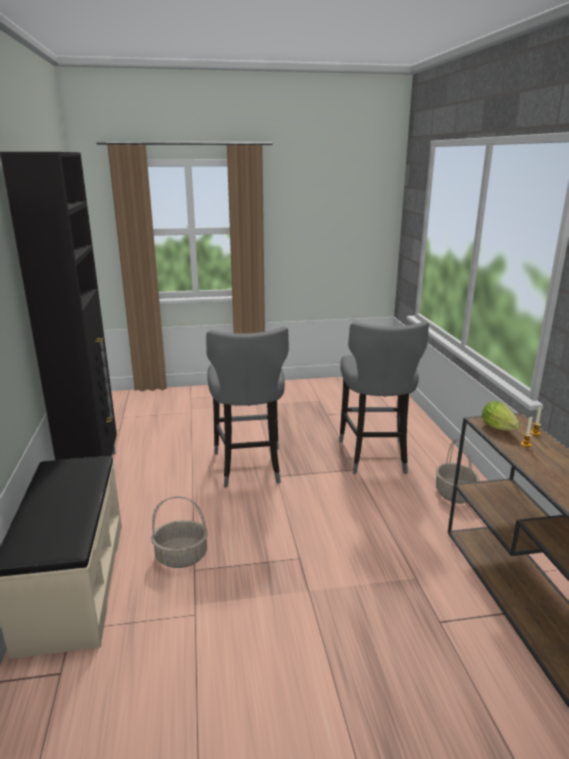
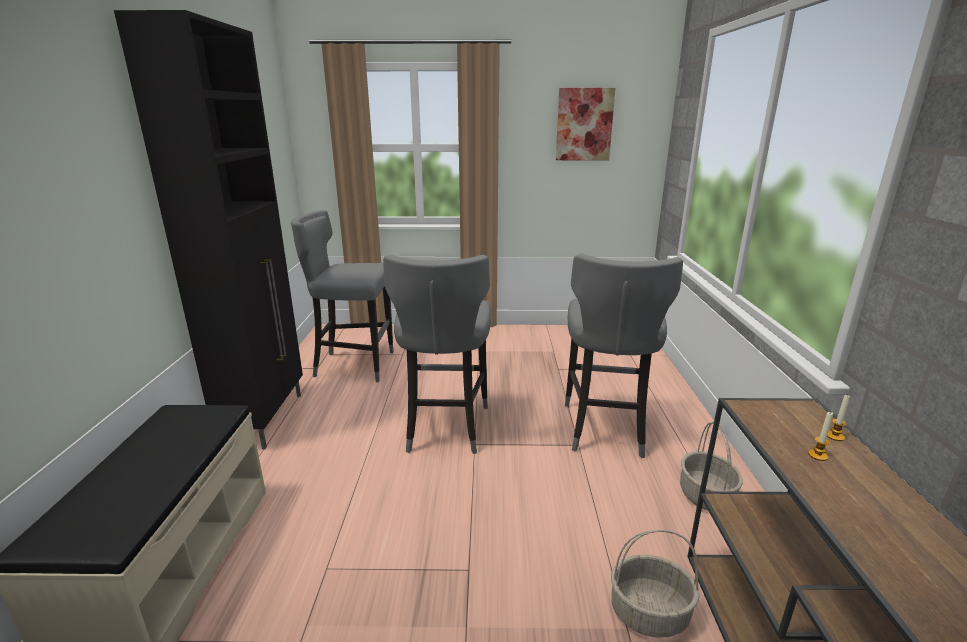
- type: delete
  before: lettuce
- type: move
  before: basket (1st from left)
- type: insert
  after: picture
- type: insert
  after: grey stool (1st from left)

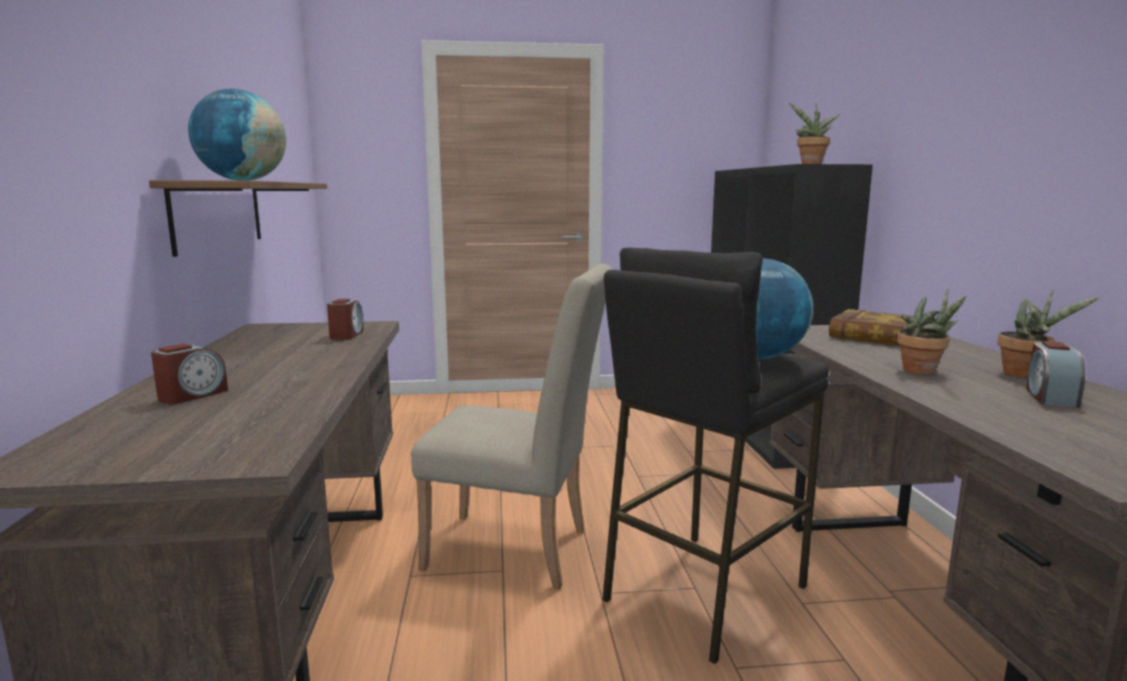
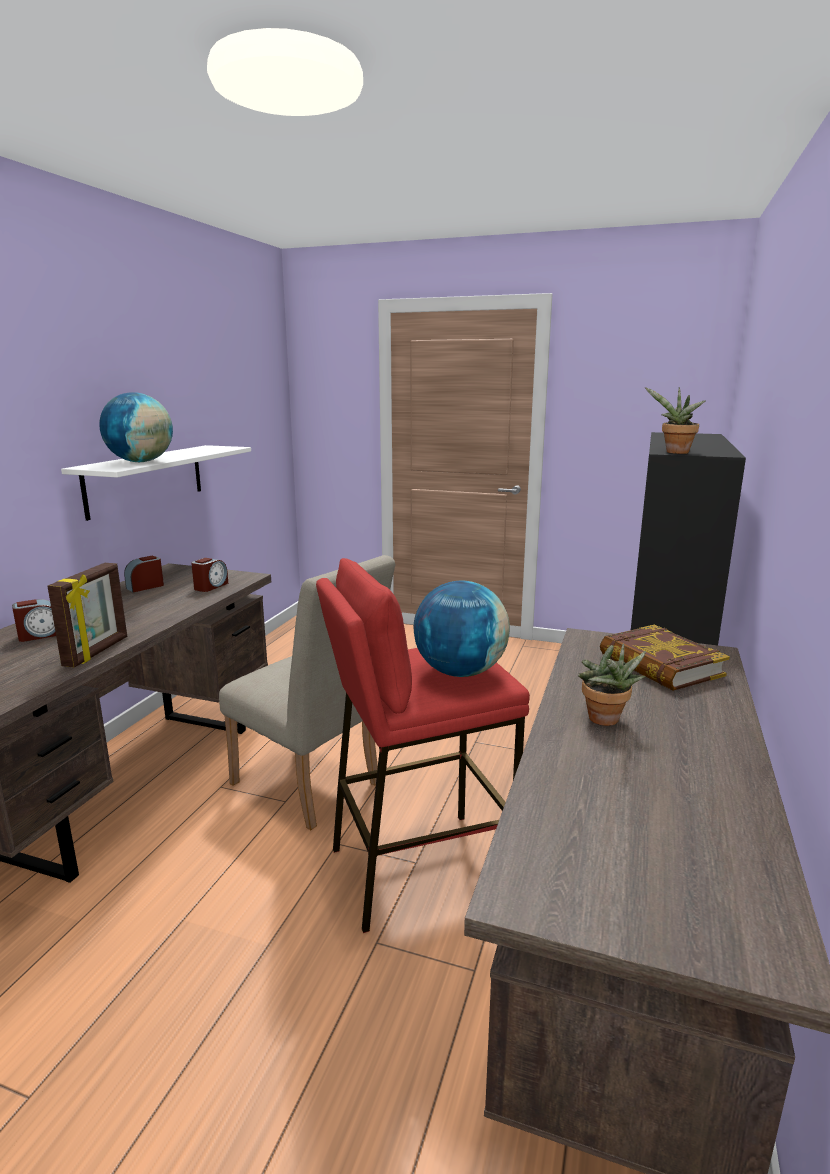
- type: recolor
  before: brown shelf
  after: white shelf
- type: recolor
  before: black stool
  after: red stool
- type: delete
  before: potted plant (3rd from left)
- type: move
  before: alarm clock (3rd from left in the first image)
  after: alarm clock (2nd from left)
- type: insert
  after: picture frame

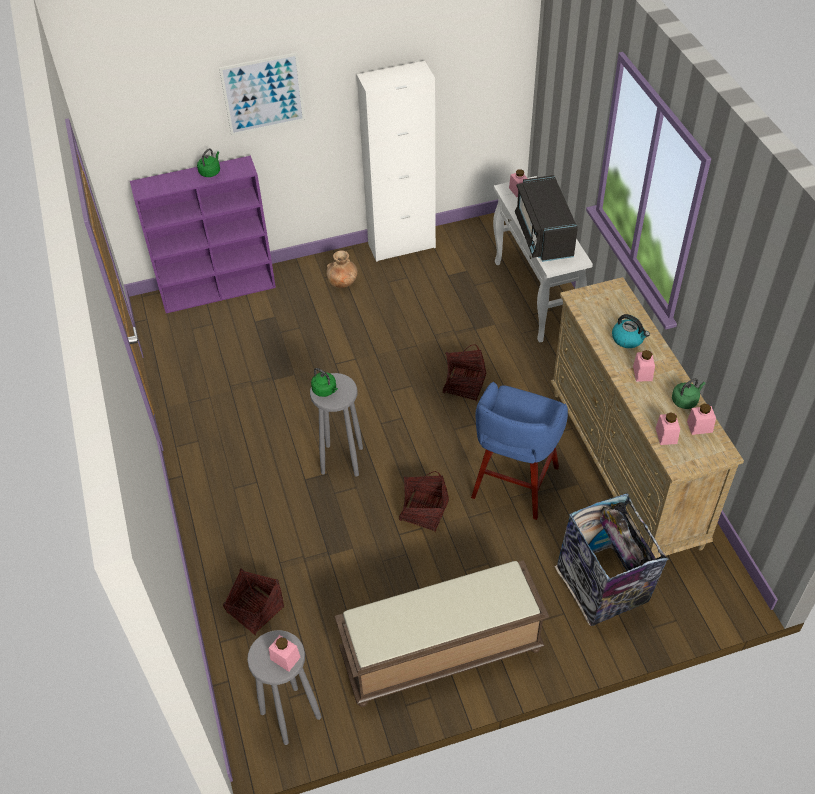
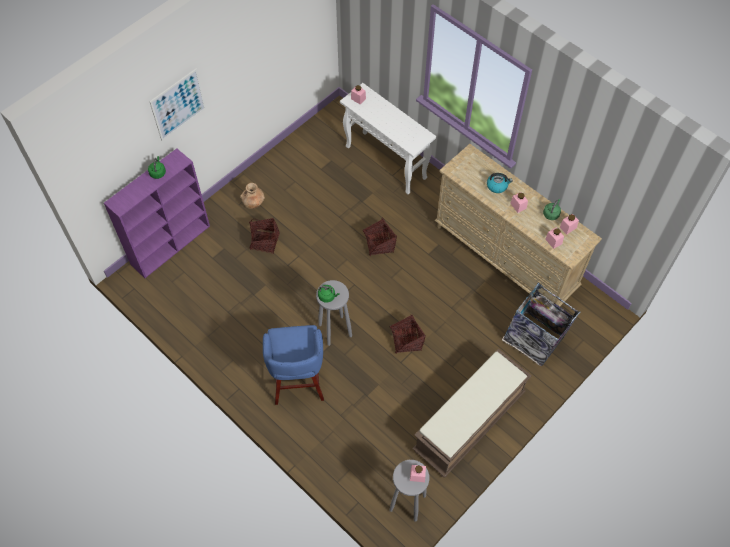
- type: delete
  before: white cabinet
- type: delete
  before: black microwave
- type: move
  before: blue stool
- type: move
  before: basket (1st from left)

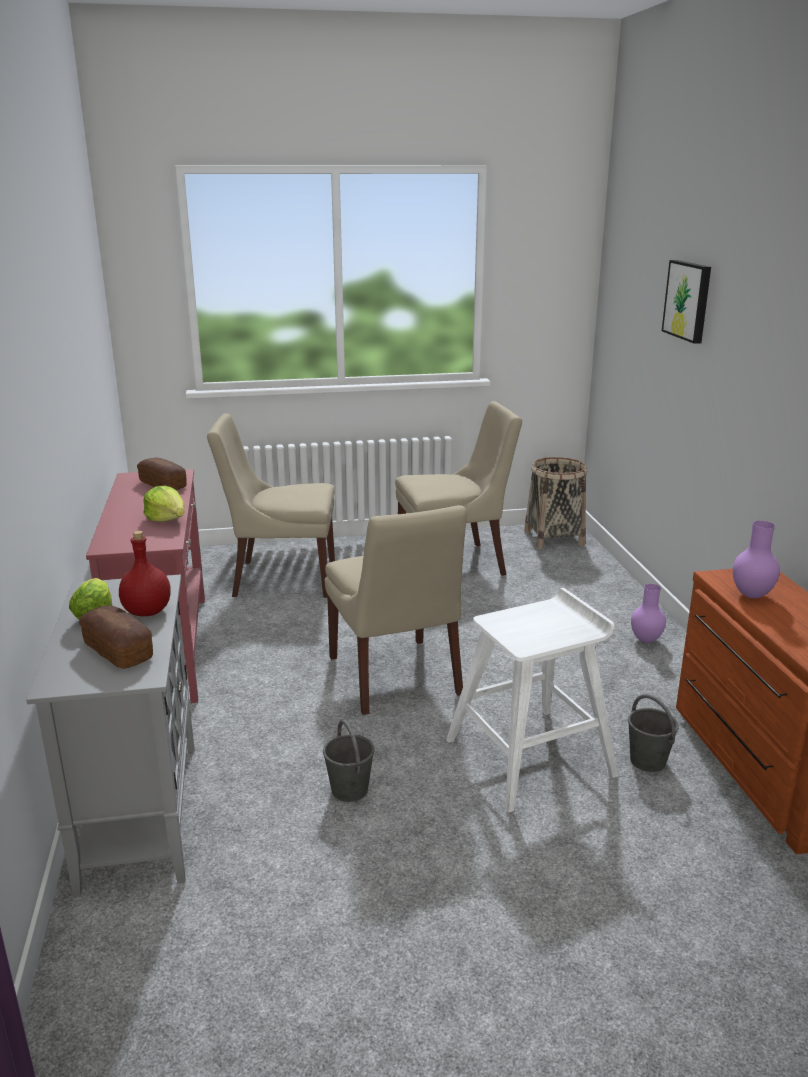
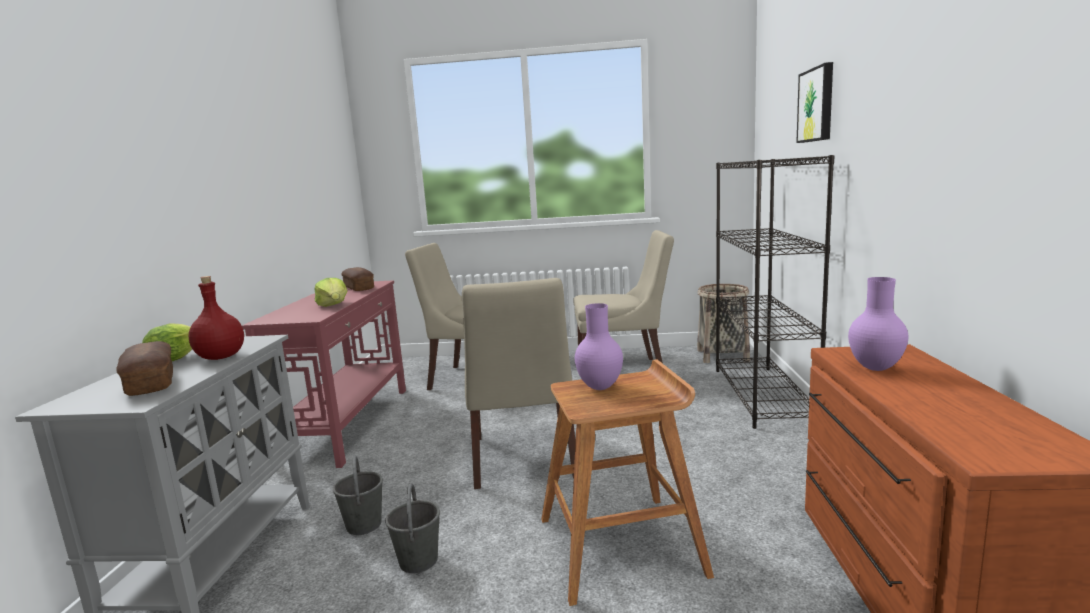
- type: move
  before: purple vase (1st from left)
- type: recolor
  before: white stool
  after: brown stool
- type: move
  before: grey bucket (2nd from left in the first image)
  after: grey bucket (1st from left)
- type: insert
  after: black bookcase

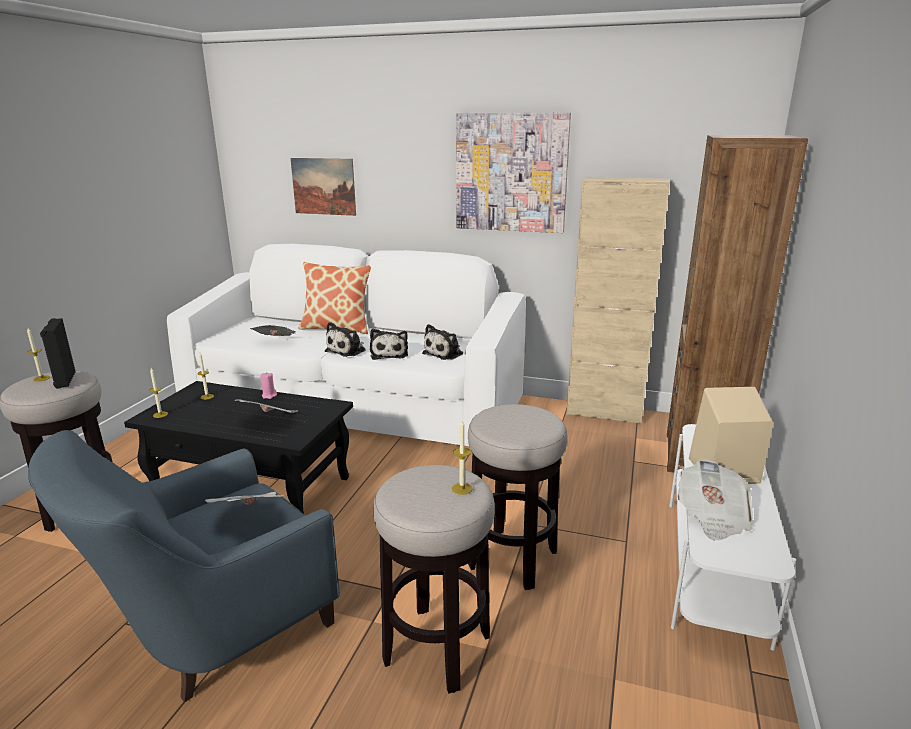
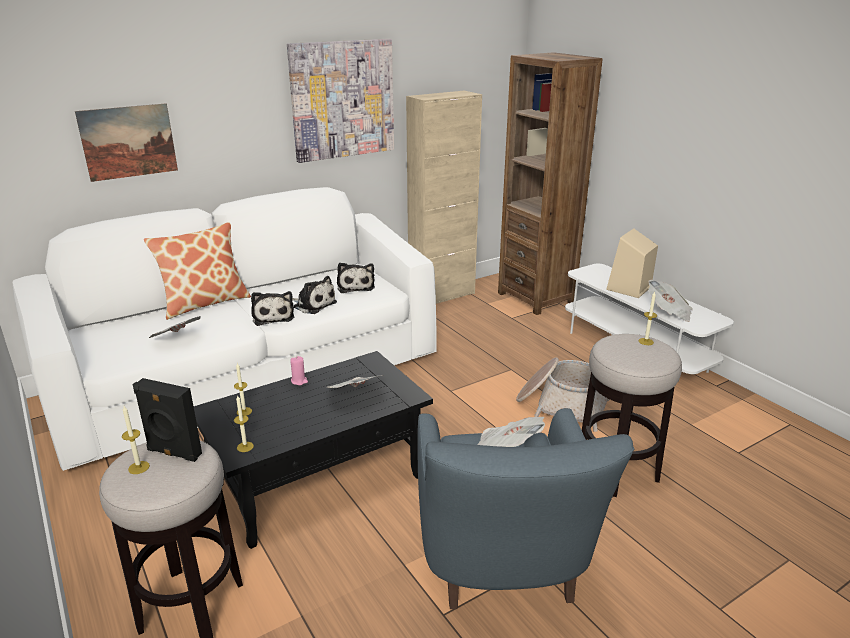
- type: replace
  before: stool (3rd from left)
  after: basket

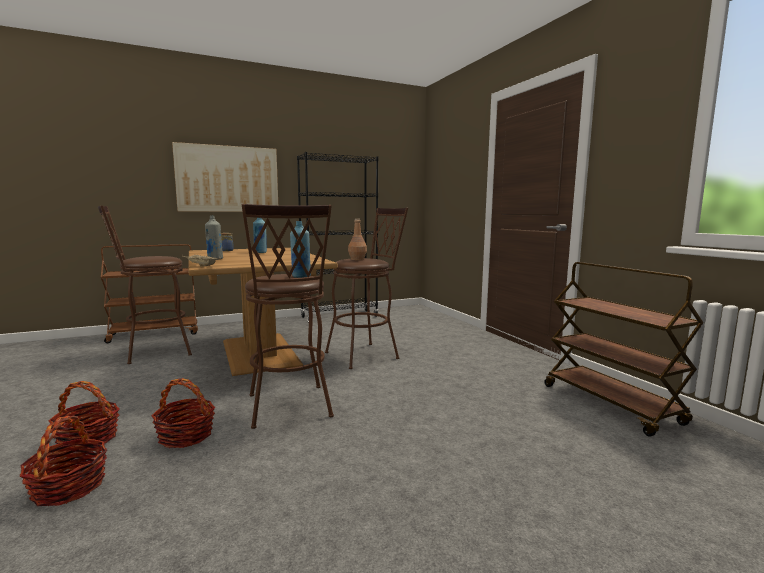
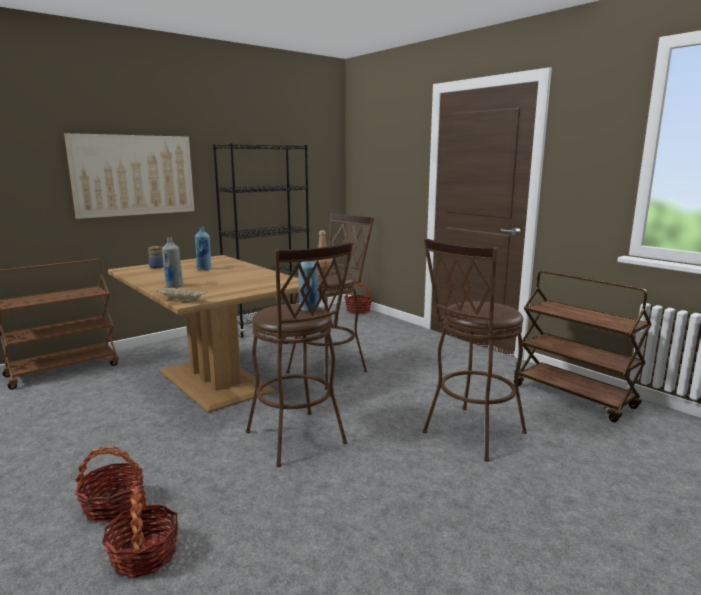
- type: move
  before: brown stool (1st from left in the first image)
  after: brown stool (3rd from left)
- type: move
  before: basket (3rd from left)

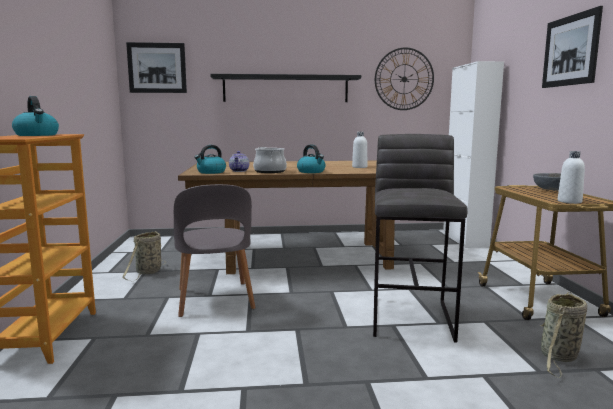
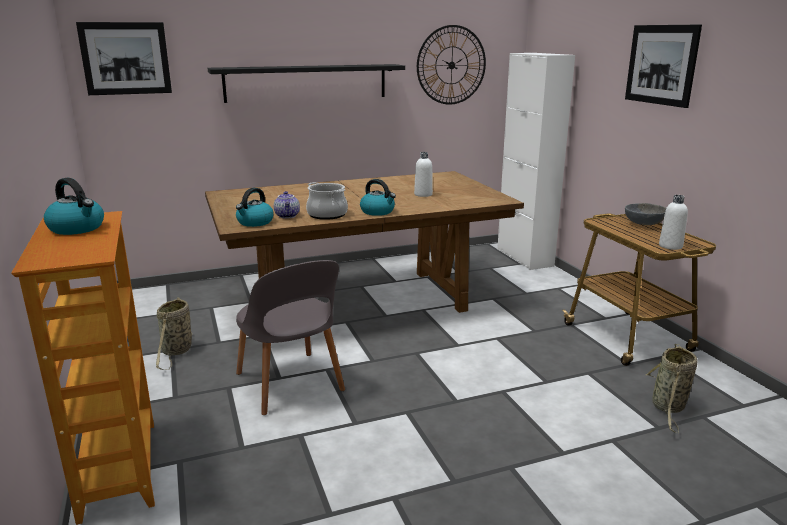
- type: delete
  before: grey stool

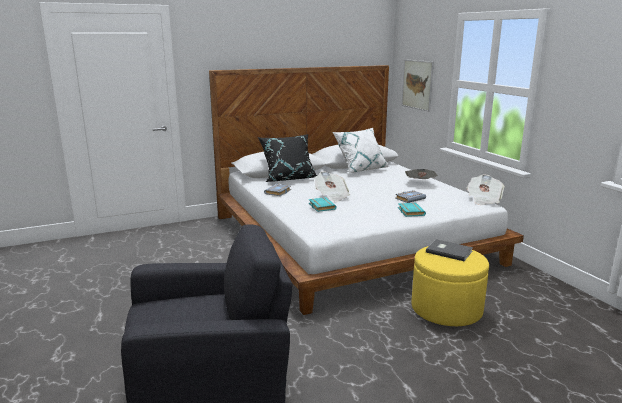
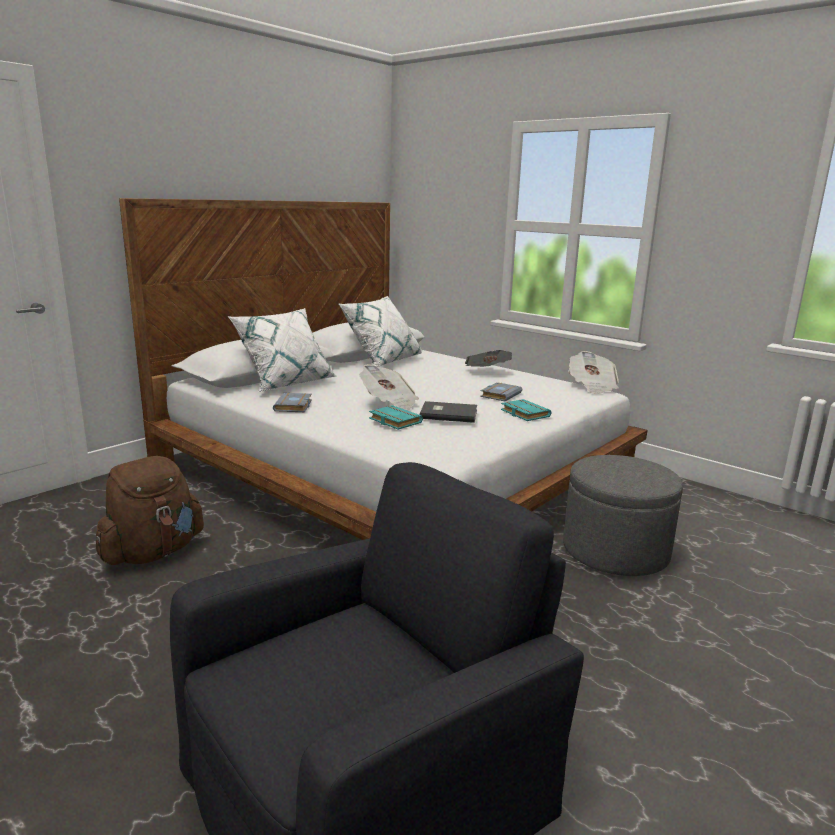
- type: delete
  before: picture
- type: recolor
  before: black pillow
  after: white pillow (1st from left)
- type: move
  before: grey book (3rd from left in the first image)
  after: grey book (2nd from left)
- type: recolor
  before: yellow ottoman
  after: grey ottoman
- type: insert
  after: brown backpack

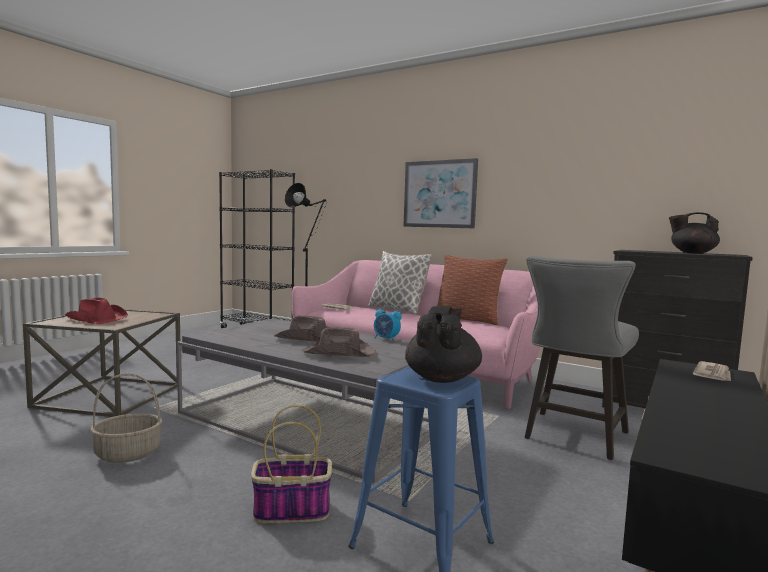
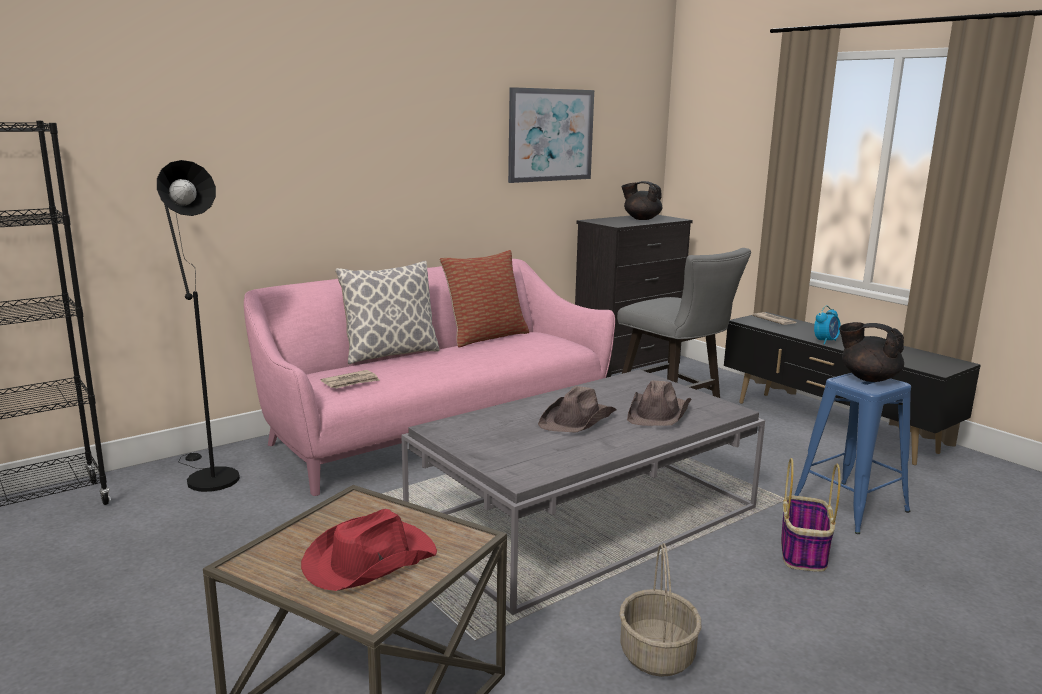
- type: move
  before: picture
- type: rotate
  before: black teapot (2nd from left in the first image)
  turn: 75
- type: move
  before: alarm clock

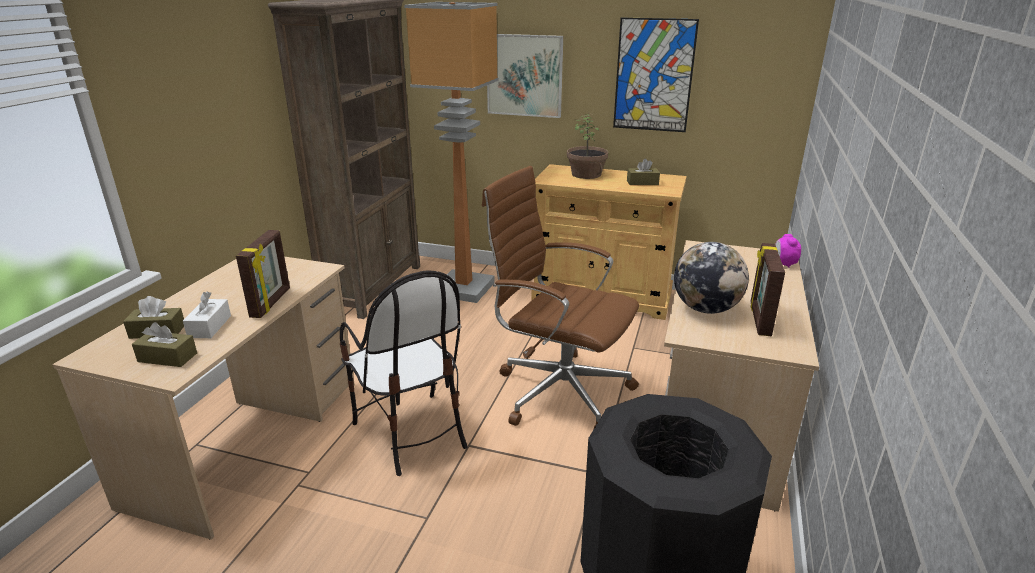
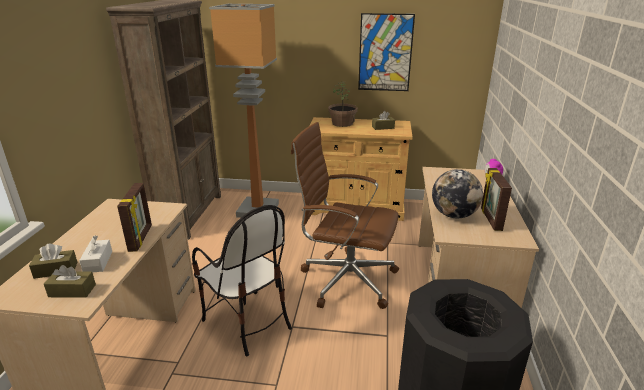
- type: delete
  before: picture (1st from left)

